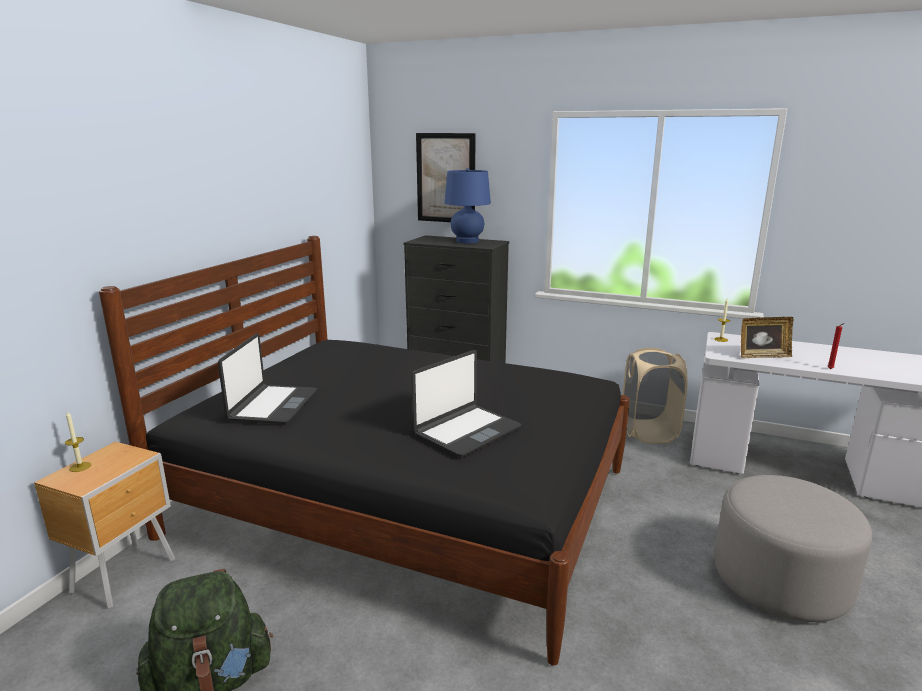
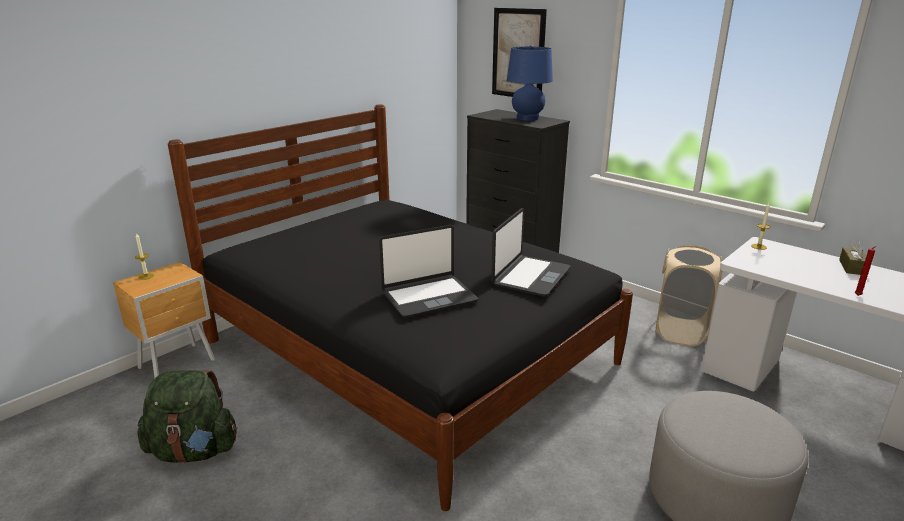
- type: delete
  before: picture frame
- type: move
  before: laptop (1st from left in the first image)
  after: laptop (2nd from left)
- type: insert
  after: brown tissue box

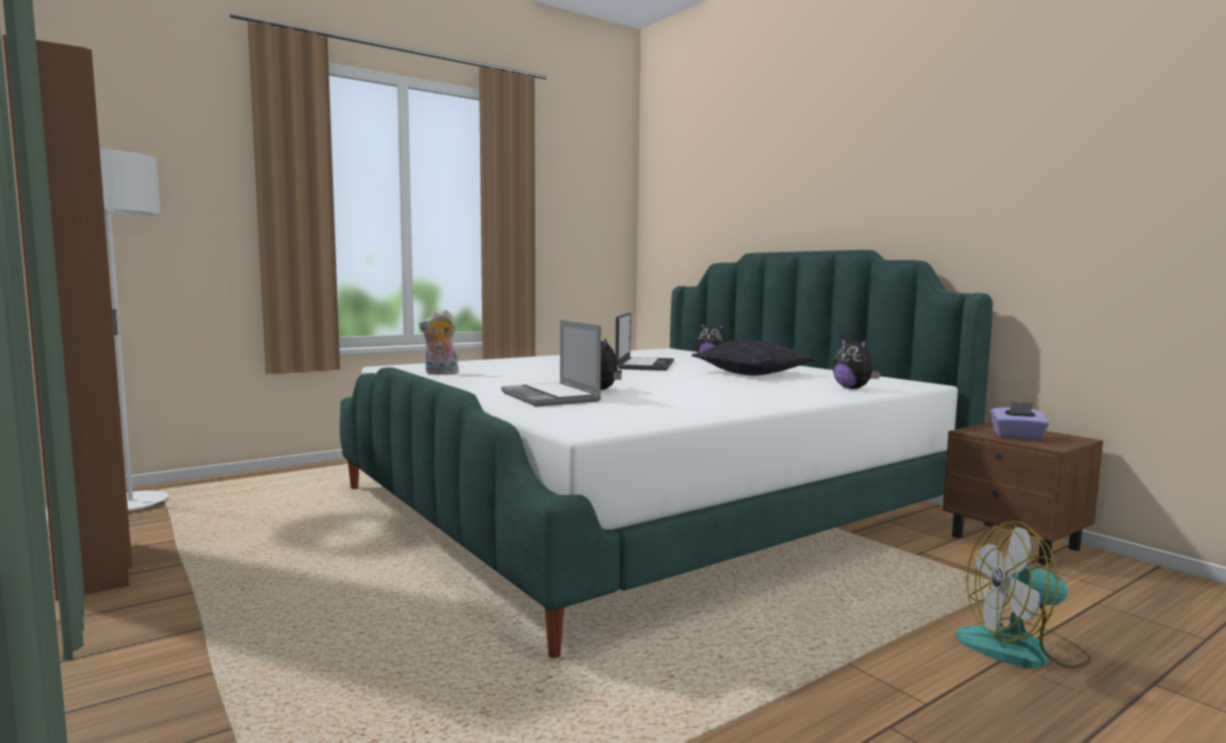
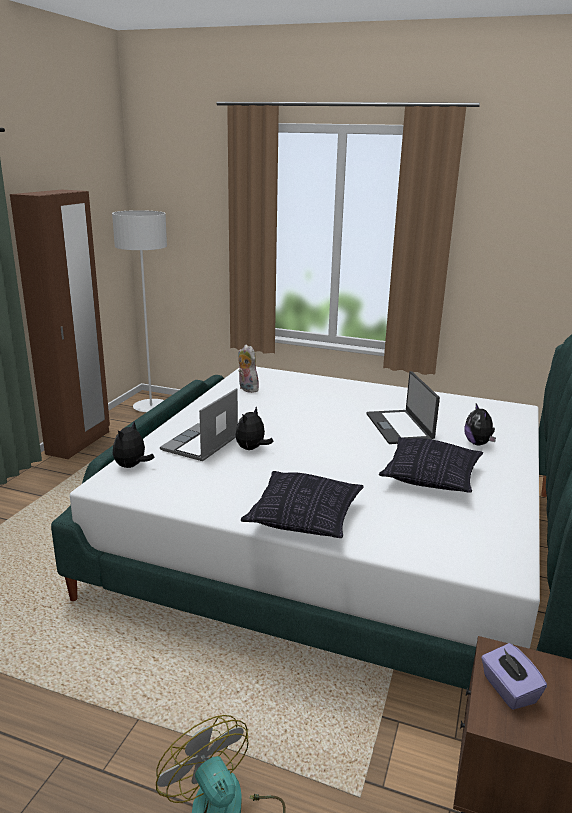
- type: rotate
  before: laptop (2nd from left)
  turn: 105
- type: move
  before: plush toy (4th from left in the first image)
  after: plush toy (1st from left)
- type: insert
  after: pillow (1st from left)

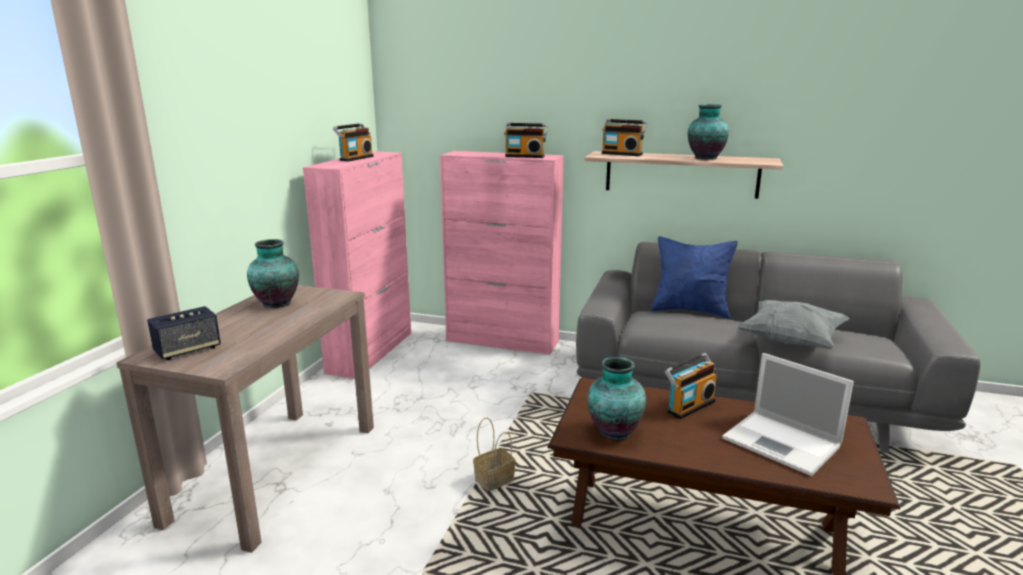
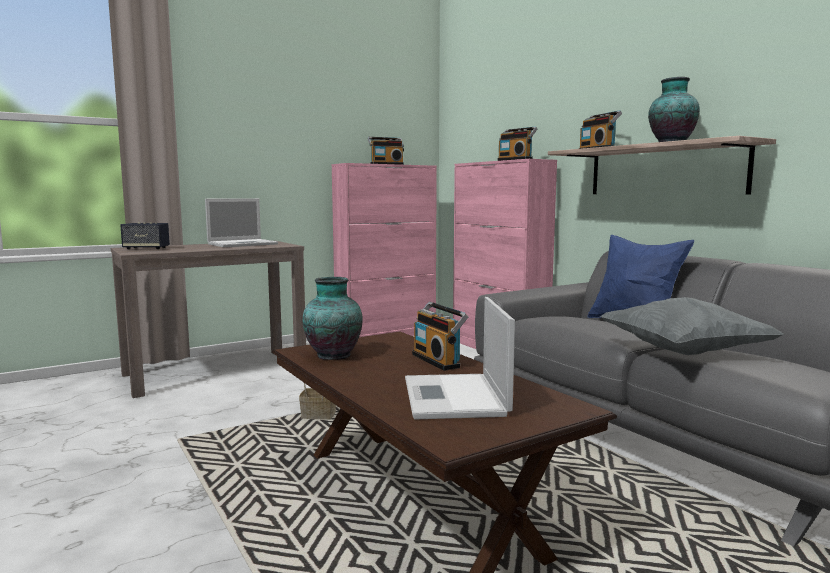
- type: replace
  before: vase (1st from left)
  after: laptop (1st from left)
- type: rotate
  before: radio (4th from left in the first image)
  turn: 60

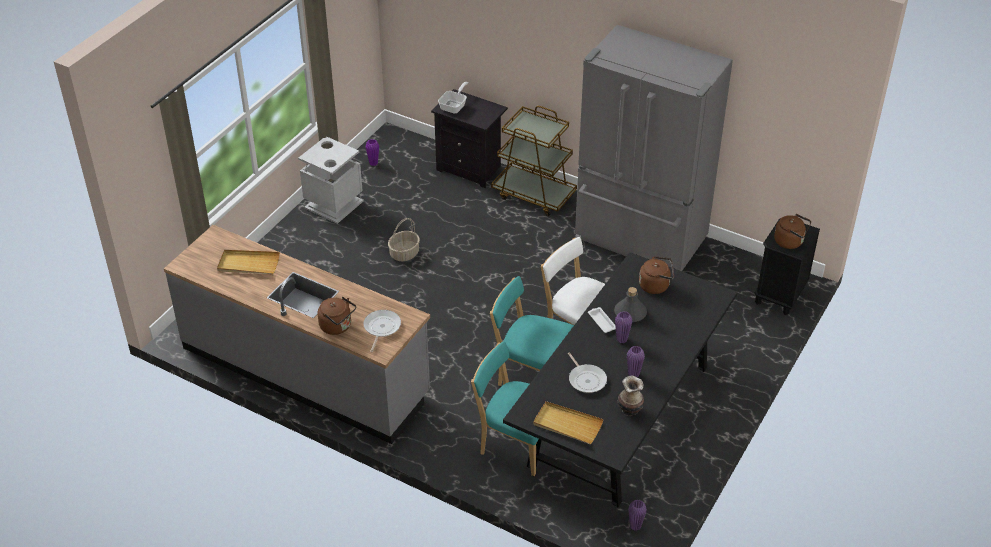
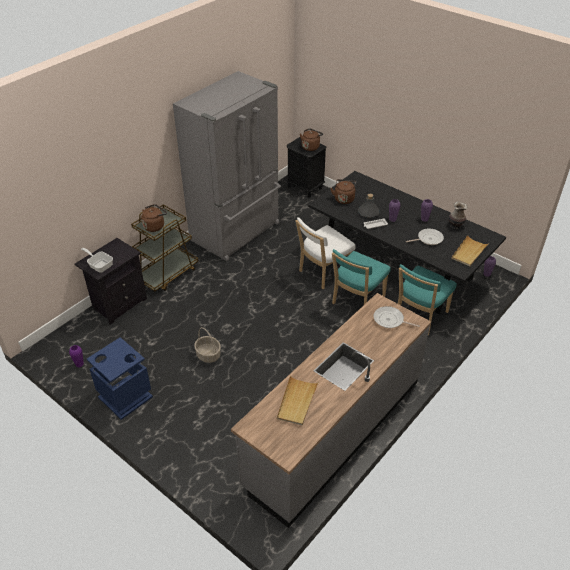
- type: recolor
  before: grey trash can
  after: blue trash can
- type: move
  before: brown kettle (1st from left)

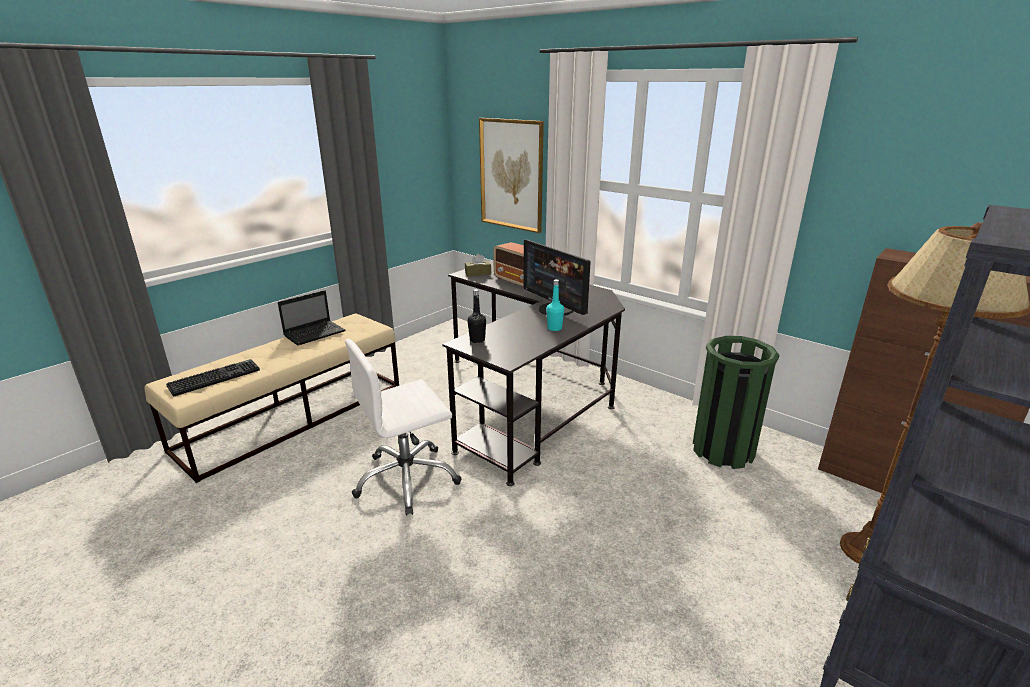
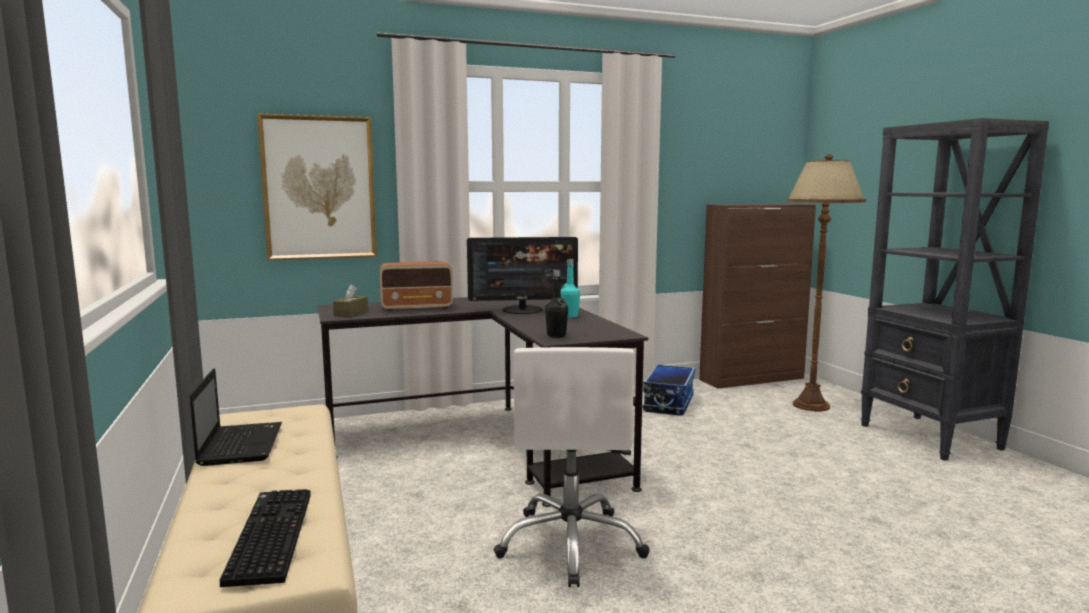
- type: replace
  before: green trash can
  after: storage box

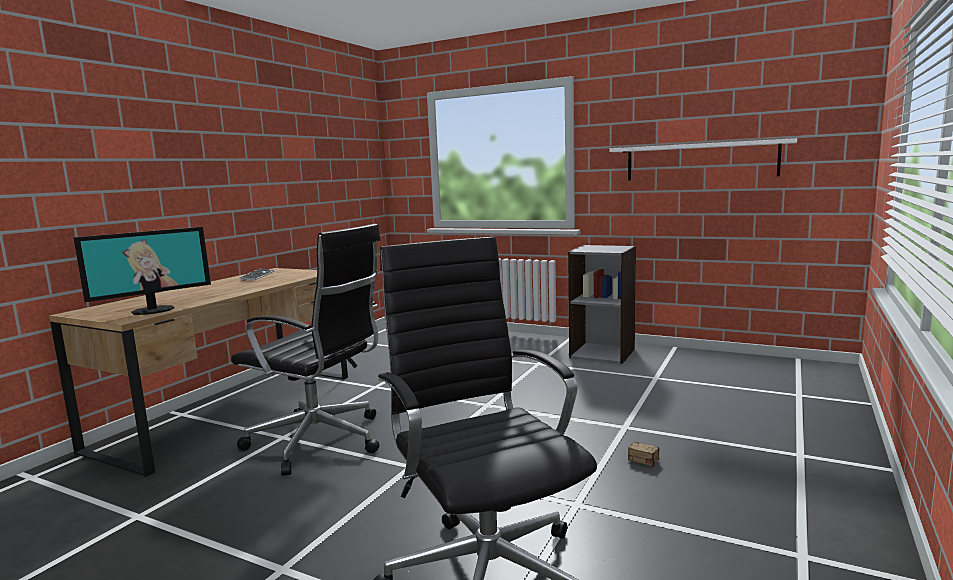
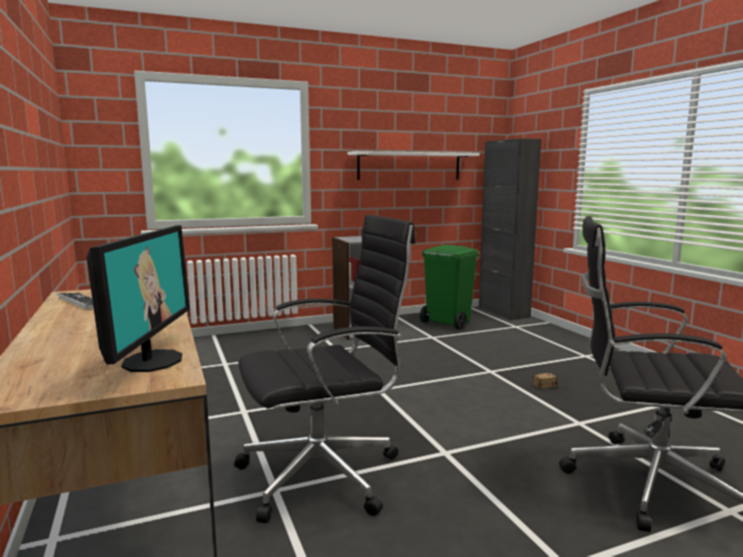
- type: insert
  after: black cabinet
- type: insert
  after: green trash can

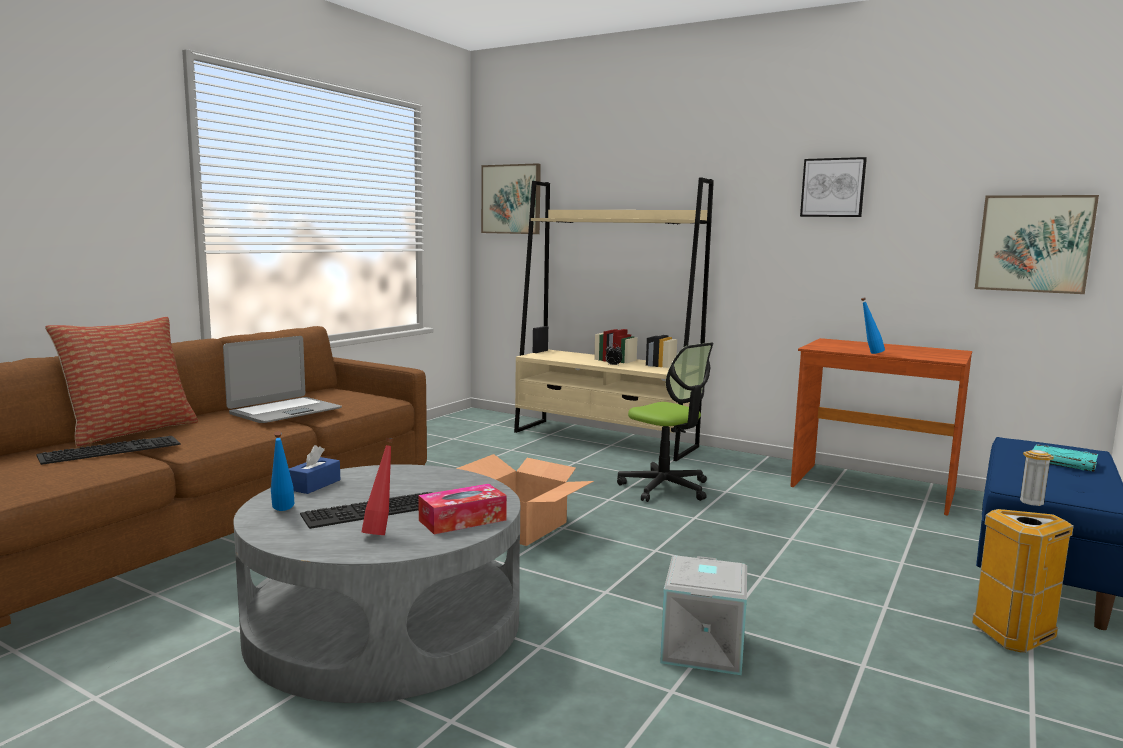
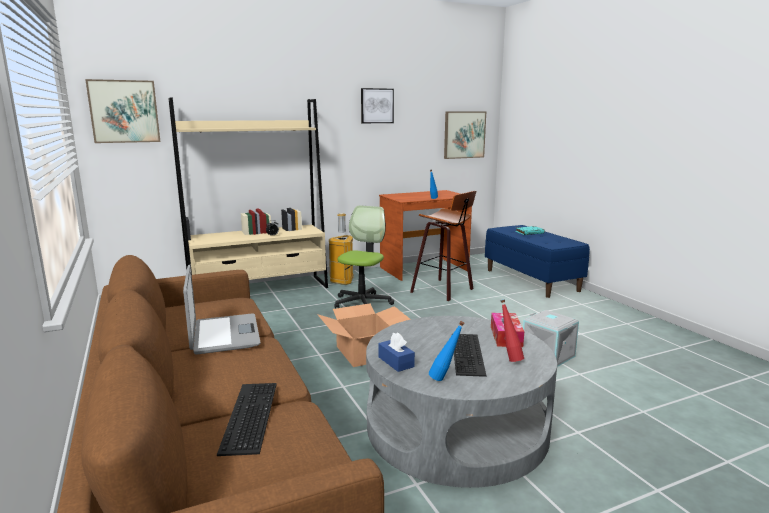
- type: delete
  before: pillow
- type: rotate
  before: office chair
  turn: -60
- type: move
  before: trash can
- type: insert
  after: stool

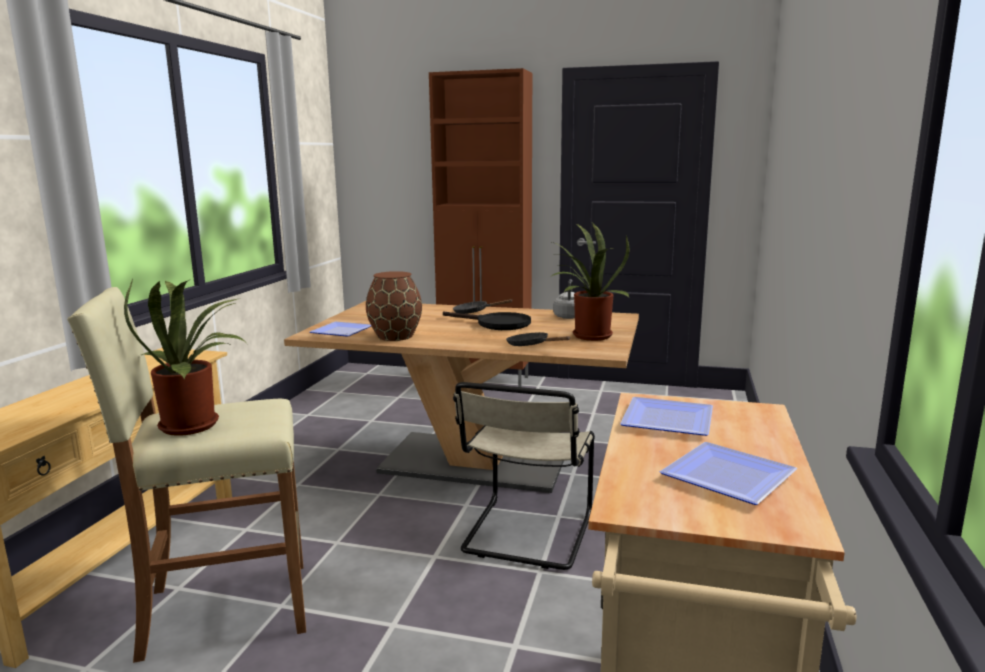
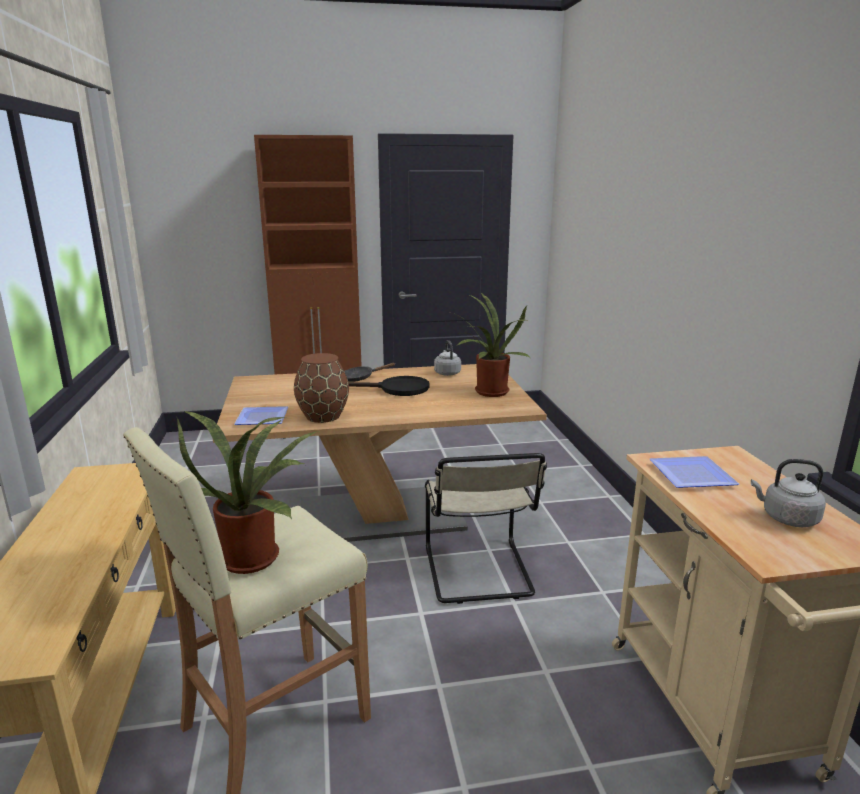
- type: delete
  before: black frying pan (3rd from left)
- type: replace
  before: plate (3rd from left)
  after: grey kettle (2nd from left)

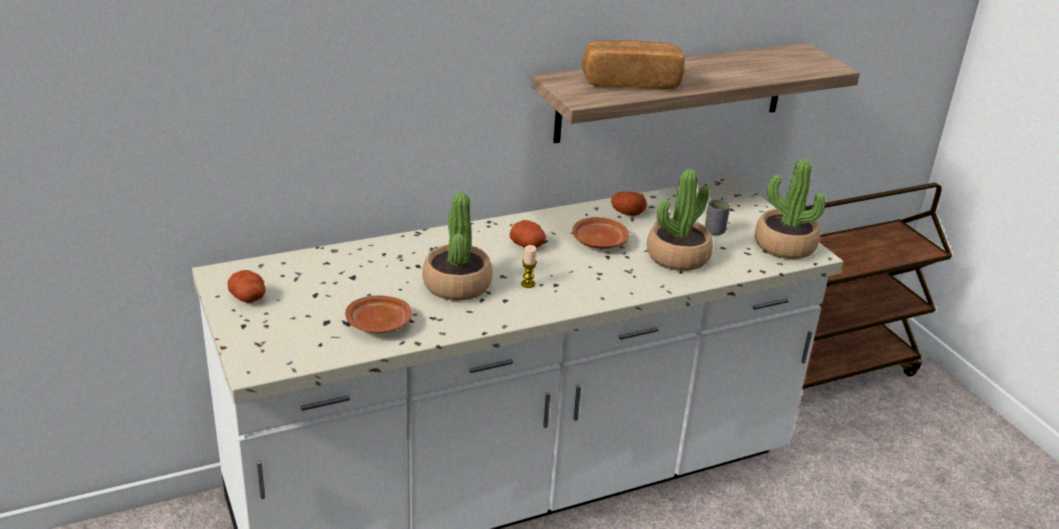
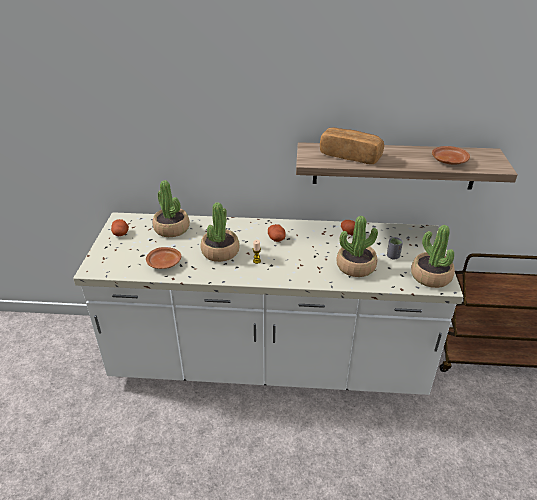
- type: move
  before: brown plate (2nd from left)
- type: insert
  after: potted plant (1st from left)

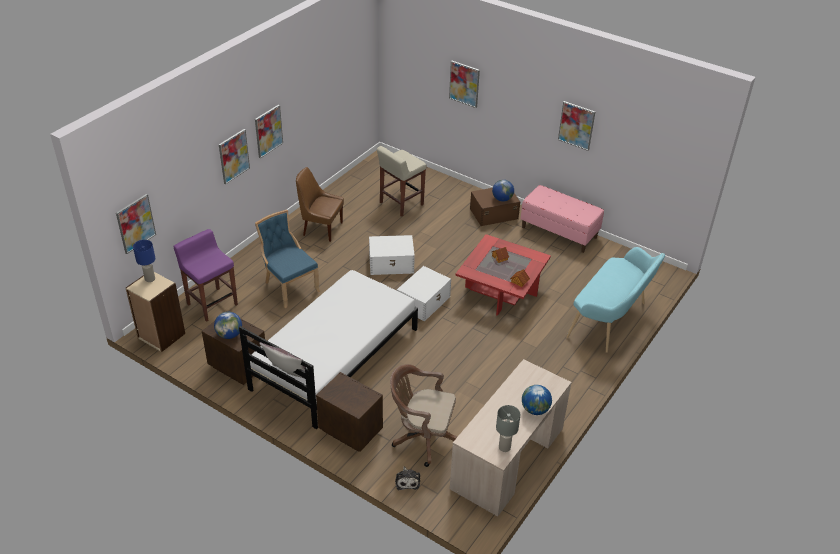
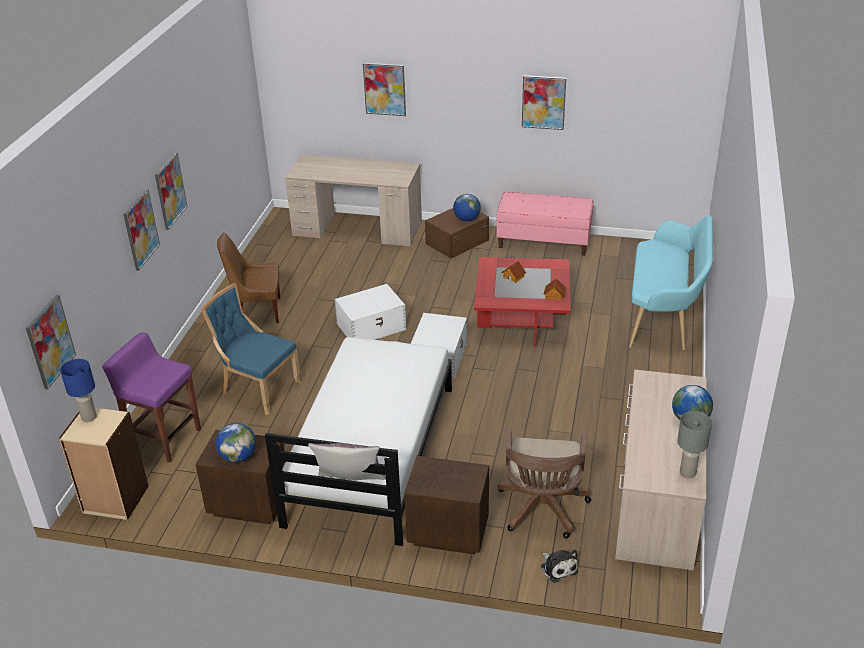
- type: delete
  before: beige stool
- type: rotate
  before: brown office chair
  turn: -75
- type: insert
  after: beige desk (1st from left)

